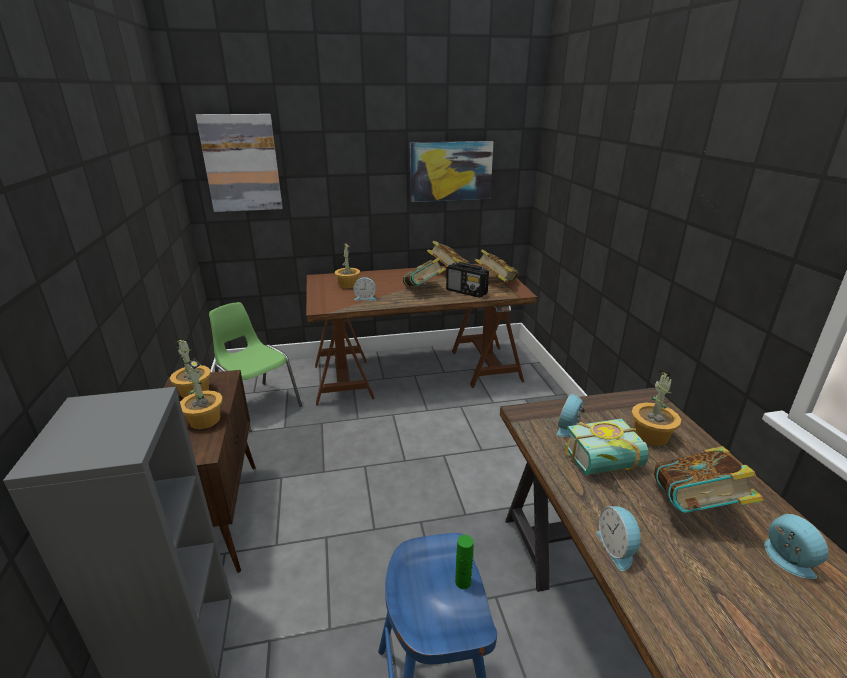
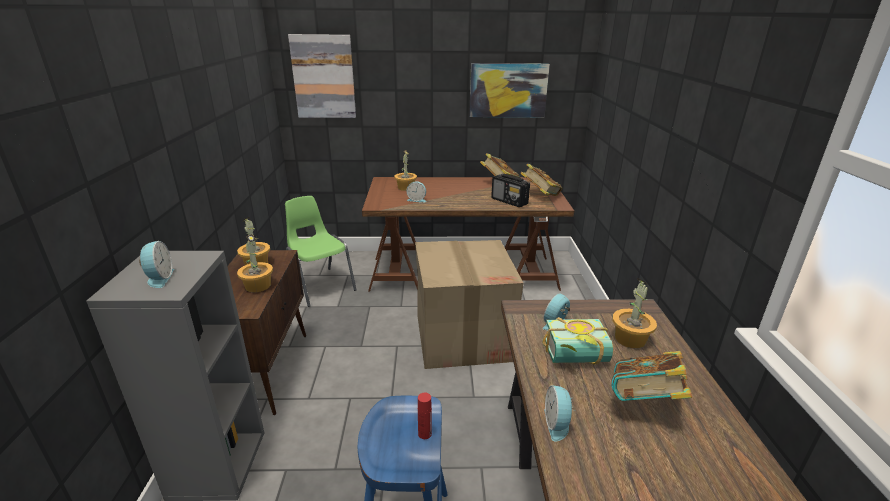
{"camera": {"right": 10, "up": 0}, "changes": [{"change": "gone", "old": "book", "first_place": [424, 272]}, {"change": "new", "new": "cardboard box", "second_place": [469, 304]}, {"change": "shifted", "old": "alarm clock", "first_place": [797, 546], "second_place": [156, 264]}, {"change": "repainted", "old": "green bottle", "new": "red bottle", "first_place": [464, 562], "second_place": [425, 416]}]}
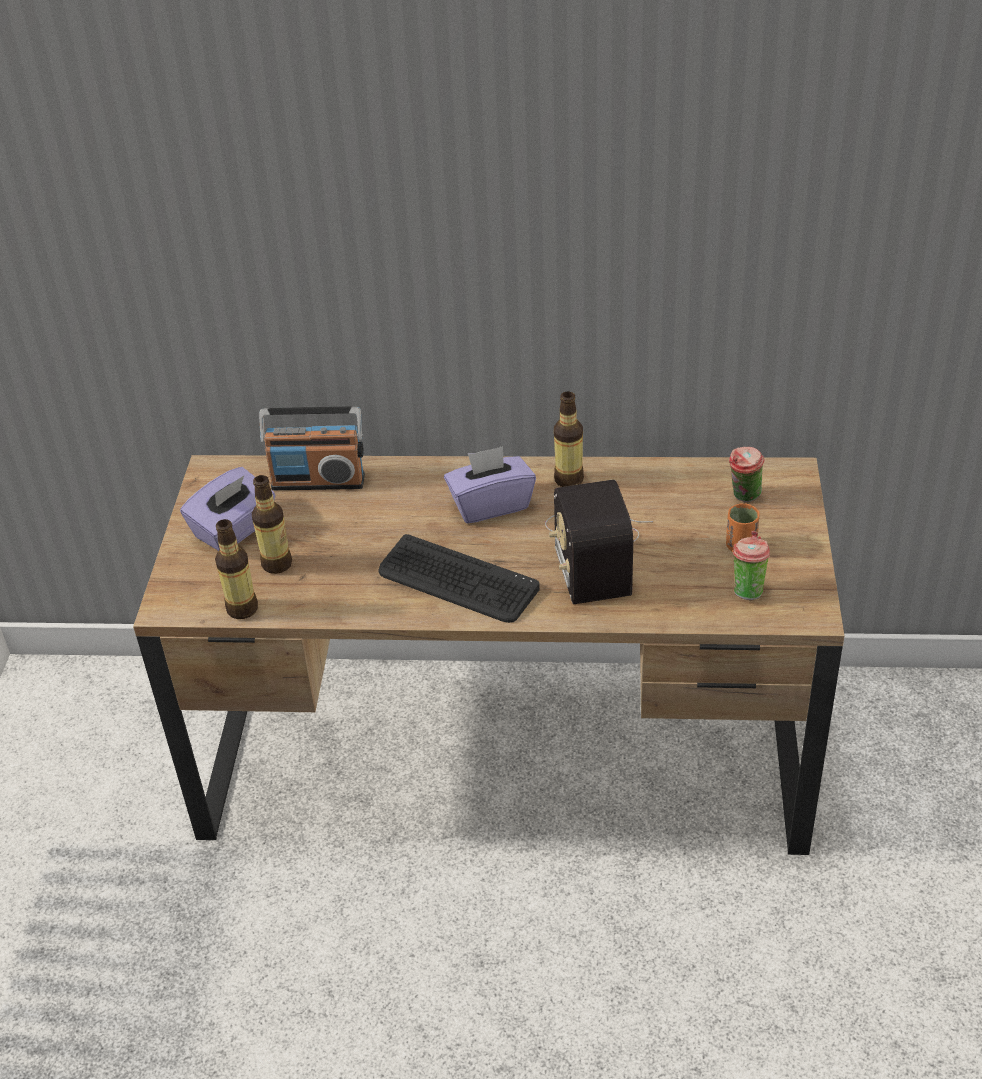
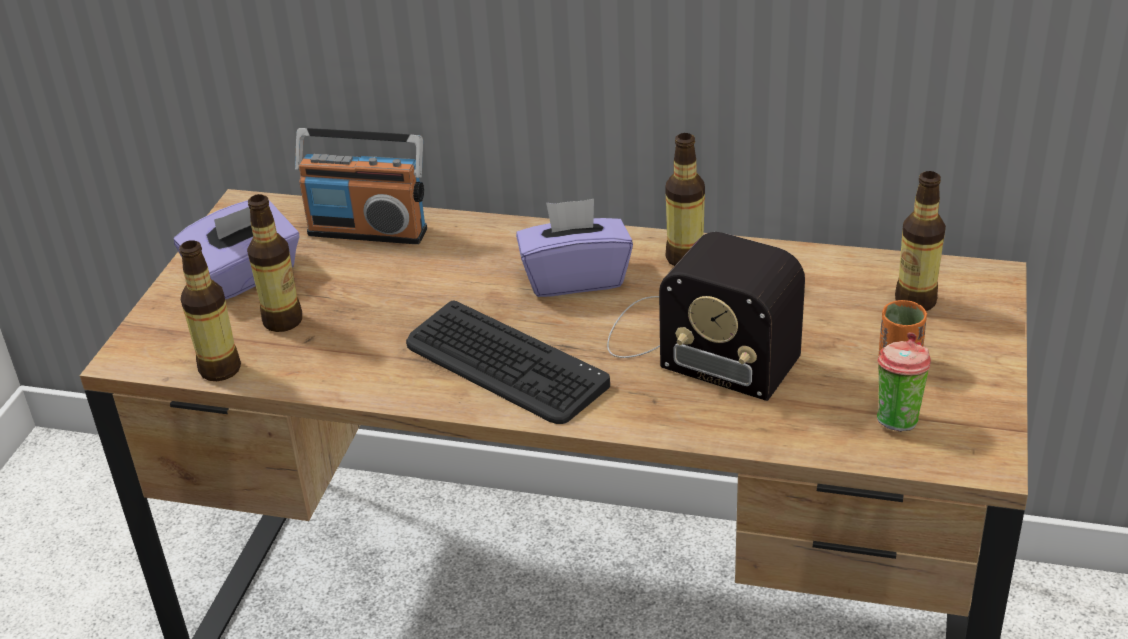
{"camera": {"right": 10, "up": -5}, "changes": [{"change": "swapped", "old": "cup", "new": "bottle", "first_place": [747, 474], "second_place": [920, 241]}, {"change": "rotated", "old": "radio", "first_place": [599, 542], "second_place": [706, 316], "degrees": -60}]}
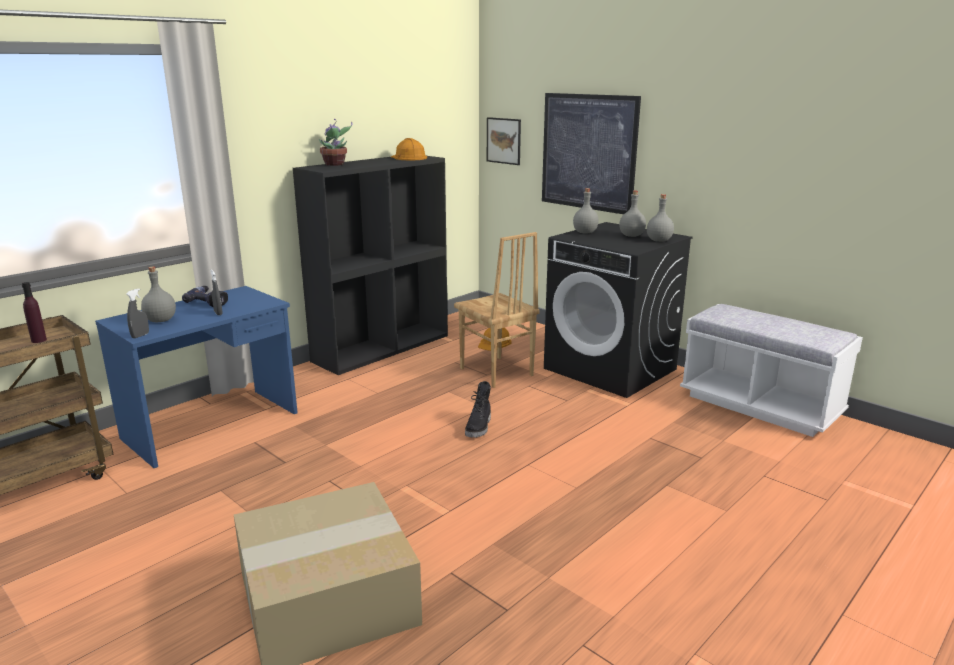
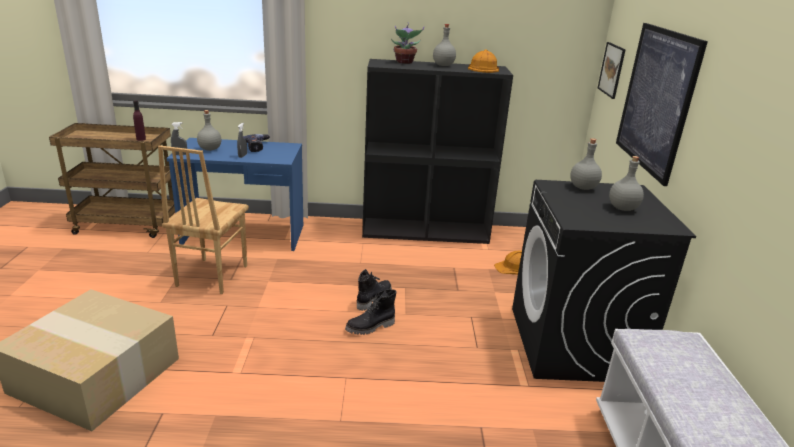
{"camera": {"right": 45, "up": 5}, "changes": [{"change": "new", "new": "black boot", "second_place": [374, 290]}, {"change": "shifted", "old": "brown chair", "first_place": [497, 310], "second_place": [203, 219]}, {"change": "shifted", "old": "grey bottle", "first_place": [660, 218], "second_place": [444, 45]}]}
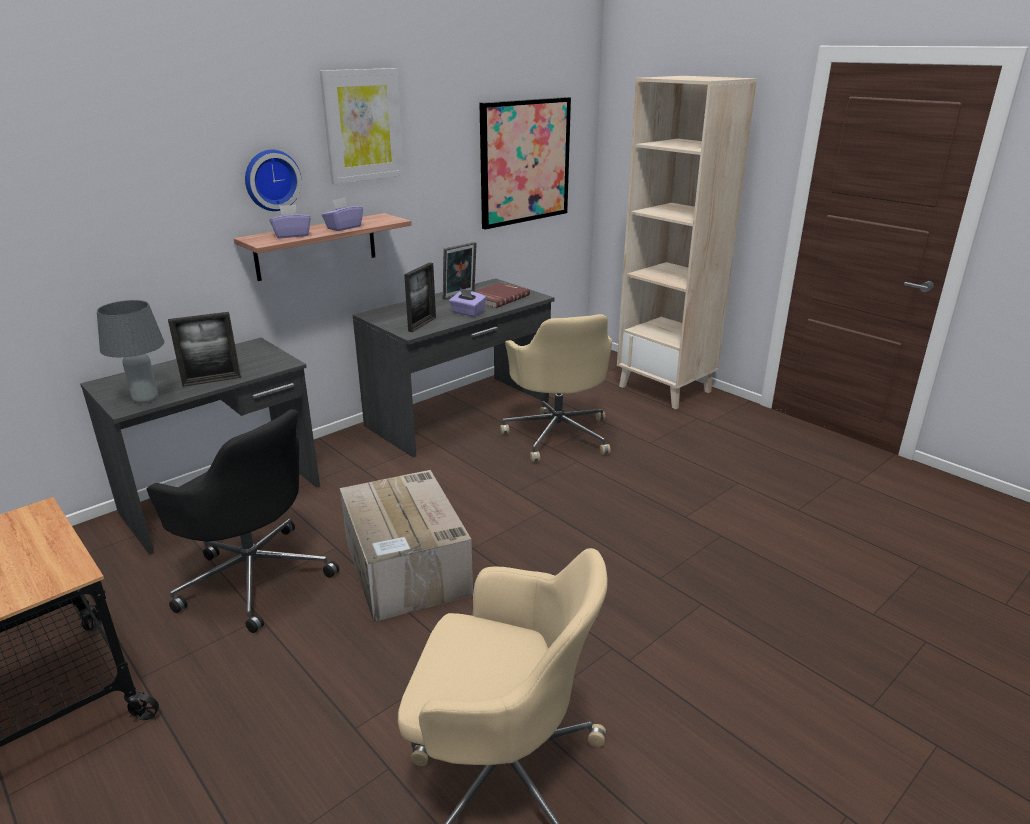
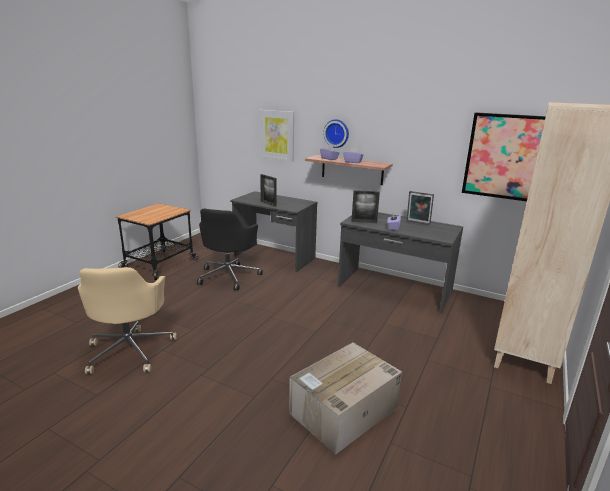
{"camera": {"right": 70, "up": -5}, "changes": [{"change": "gone", "old": "grey table lamp", "first_place": [130, 352]}, {"change": "gone", "old": "red book", "first_place": [502, 295]}, {"change": "gone", "old": "beige office chair", "first_place": [556, 388]}, {"change": "shifted", "old": "picture", "first_place": [362, 126], "second_place": [277, 136]}, {"change": "shifted", "old": "cardboard box", "first_place": [406, 546], "second_place": [345, 398]}]}
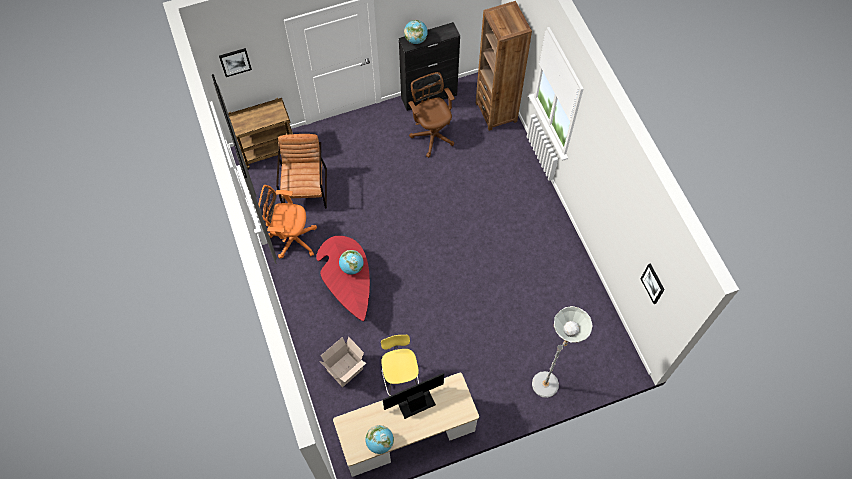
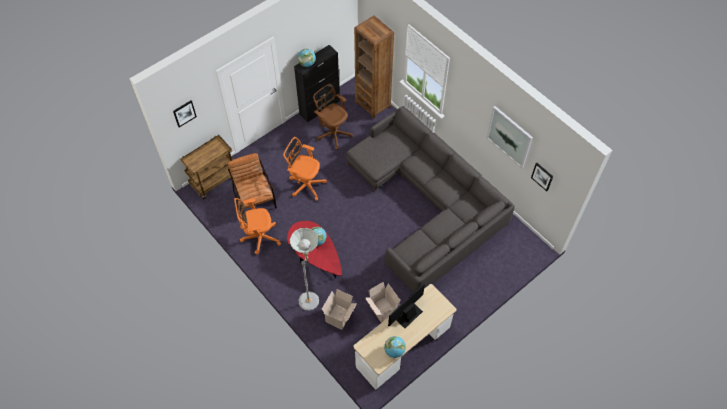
{"camera": {"right": -20, "up": -5}, "changes": [{"change": "new", "new": "orange office chair", "second_place": [305, 169]}, {"change": "new", "new": "grey sofa", "second_place": [430, 199]}, {"change": "new", "new": "picture", "second_place": [509, 137]}, {"change": "shifted", "old": "grey floor lamp", "first_place": [562, 352], "second_place": [304, 269]}, {"change": "swapped", "old": "yellow stool", "new": "cardboard box", "first_place": [400, 365], "second_place": [382, 302]}]}
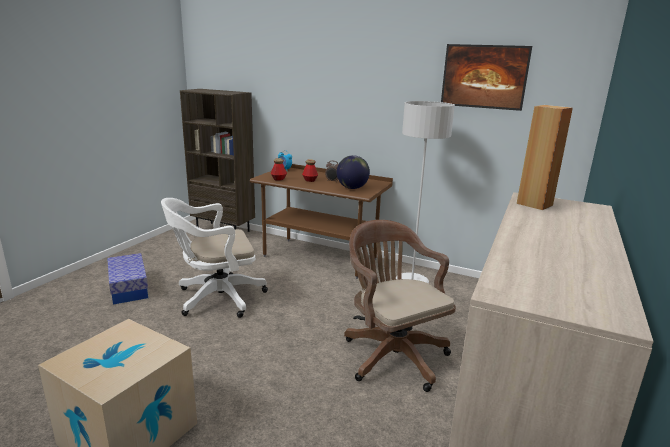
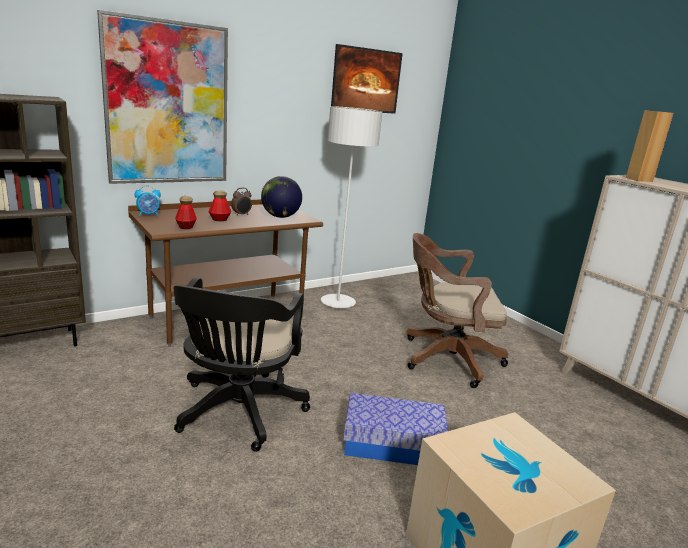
{"camera": {"right": -60, "up": 0}, "changes": [{"change": "new", "new": "picture", "second_place": [162, 97]}, {"change": "shifted", "old": "storage box", "first_place": [127, 278], "second_place": [396, 429]}, {"change": "repainted", "old": "white office chair", "new": "black office chair", "first_place": [214, 258], "second_place": [241, 365]}]}
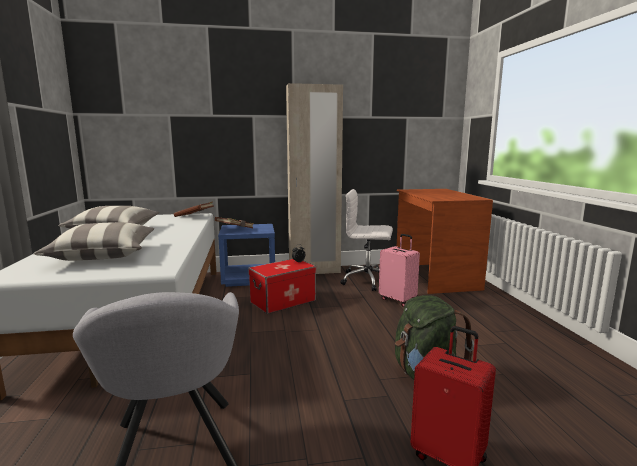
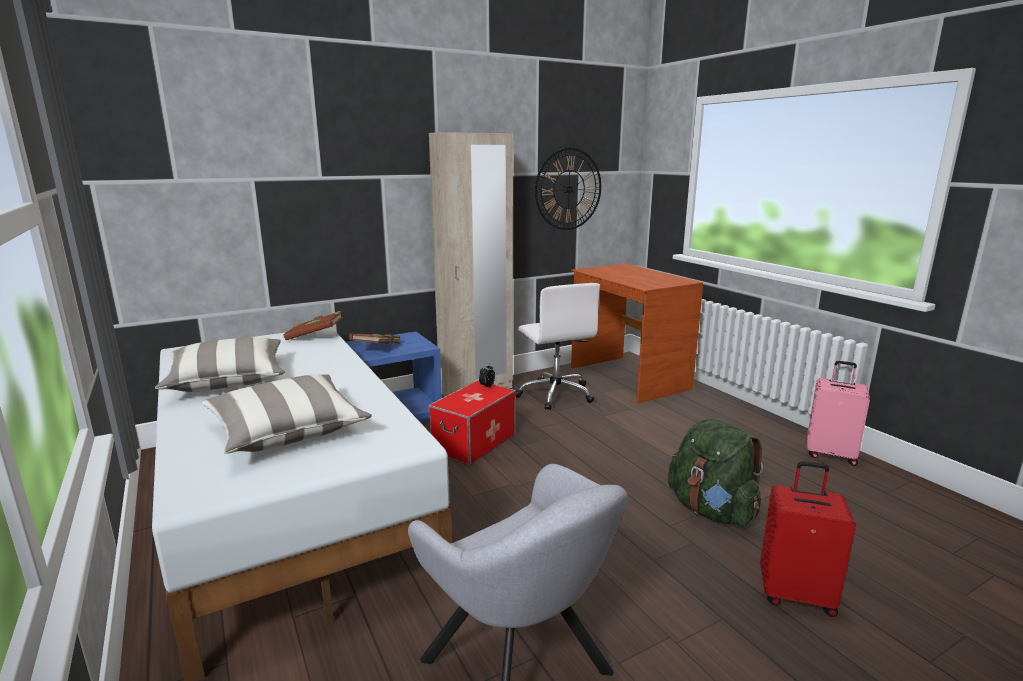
{"camera": {"right": -20, "up": 5}, "changes": [{"change": "new", "new": "wall clock", "second_place": [568, 189]}, {"change": "shifted", "old": "pink suitcase", "first_place": [399, 270], "second_place": [838, 413]}, {"change": "rotated", "old": "white office chair", "first_place": [366, 240], "second_place": [558, 346], "degrees": -105}]}
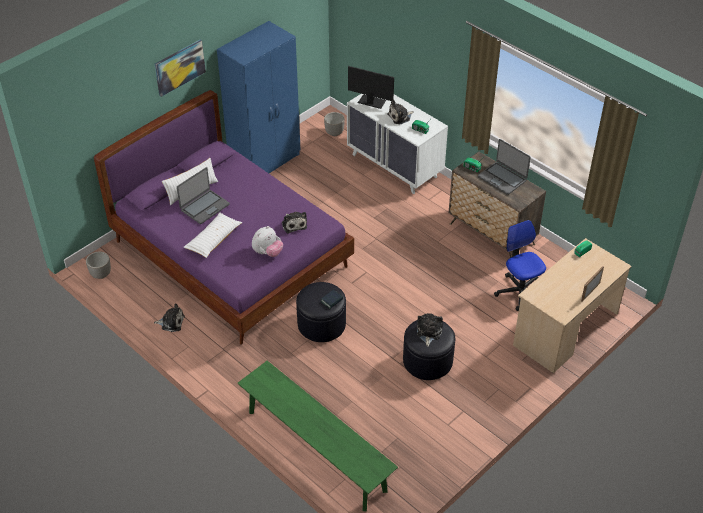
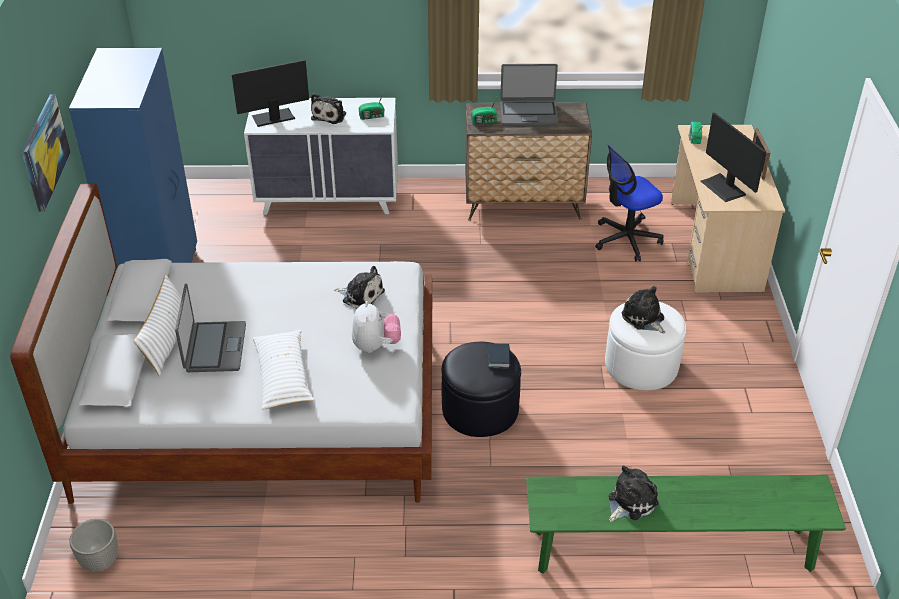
{"camera": {"right": -45, "up": -5}, "changes": [{"change": "gone", "old": "planter", "first_place": [334, 124]}, {"change": "new", "new": "monitor", "second_place": [733, 157]}, {"change": "shifted", "old": "plush toy", "first_place": [169, 317], "second_place": [634, 493]}, {"change": "repainted", "old": "purple bed", "new": "white bed", "first_place": [224, 217], "second_place": [221, 344]}, {"change": "repainted", "old": "black ottoman", "new": "white ottoman", "first_place": [429, 350], "second_place": [645, 346]}, {"change": "rotated", "old": "office chair", "first_place": [520, 265], "second_place": [629, 203], "degrees": -45}]}
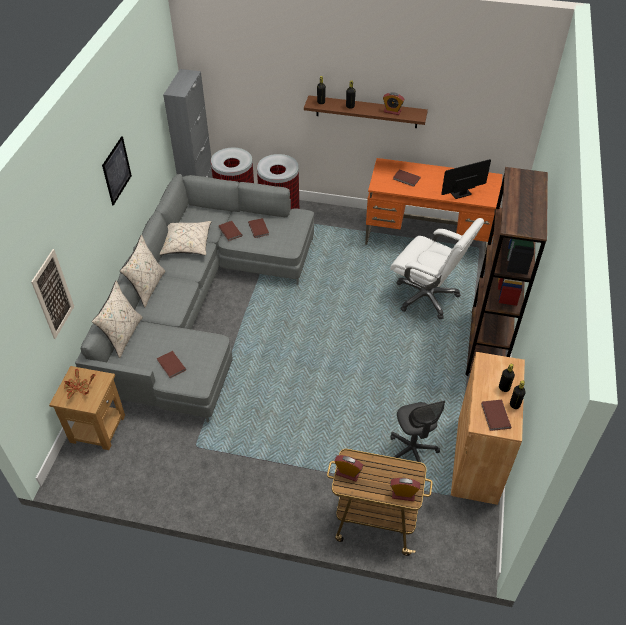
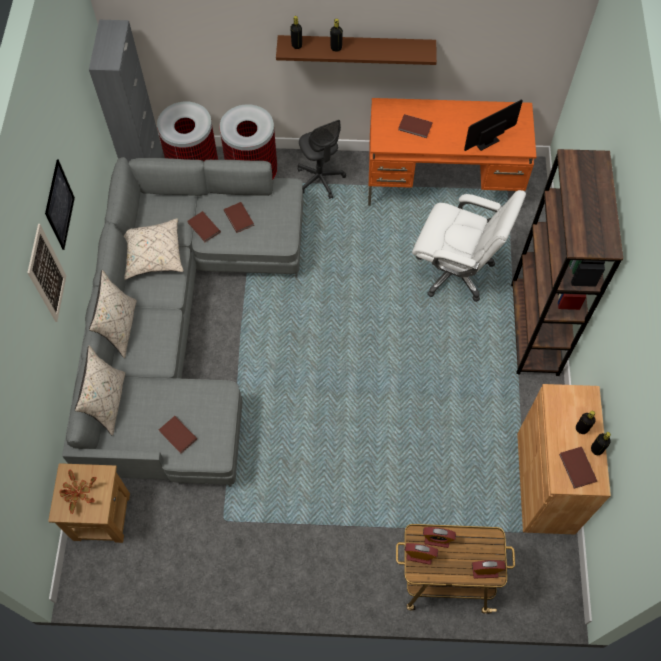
{"camera": {"right": -10, "up": 15}, "changes": [{"change": "shifted", "old": "picture", "first_place": [52, 294], "second_place": [46, 273]}, {"change": "shifted", "old": "alarm clock", "first_place": [393, 103], "second_place": [439, 537]}, {"change": "shifted", "old": "grey office chair", "first_place": [417, 436], "second_place": [322, 159]}]}
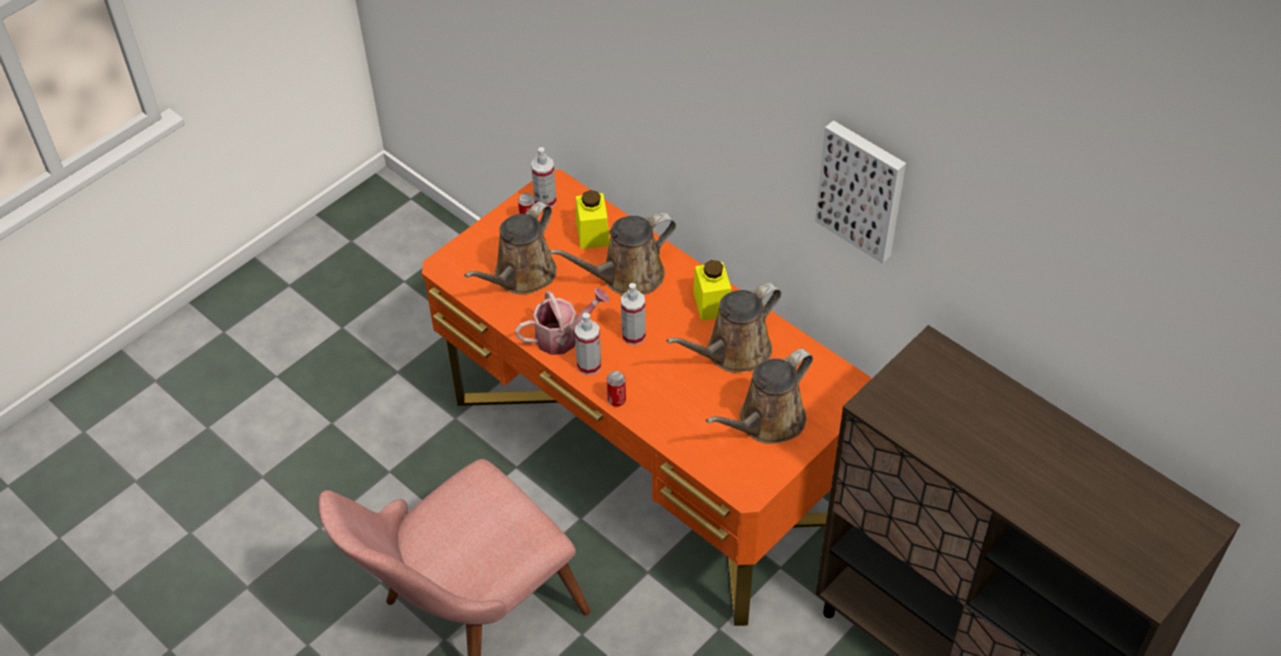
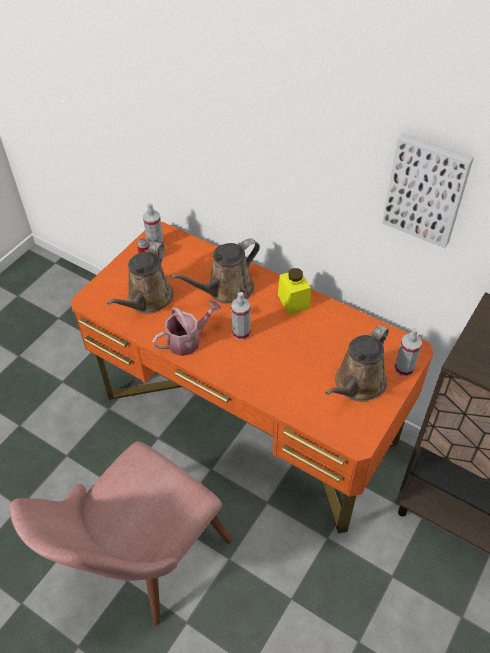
{"camera": {"right": -10, "up": 0}, "changes": [{"change": "gone", "old": "yellow jar", "first_place": [593, 219]}, {"change": "gone", "old": "can", "first_place": [616, 389]}, {"change": "gone", "old": "brown watering can", "first_place": [724, 328]}, {"change": "shifted", "old": "spray bottle", "first_place": [588, 344], "second_place": [408, 352]}]}
